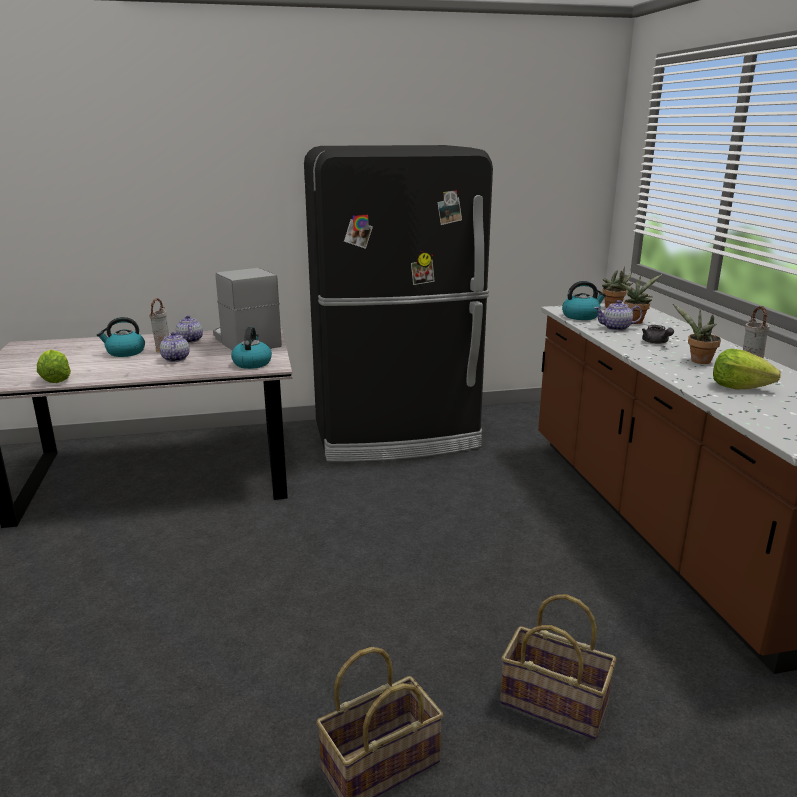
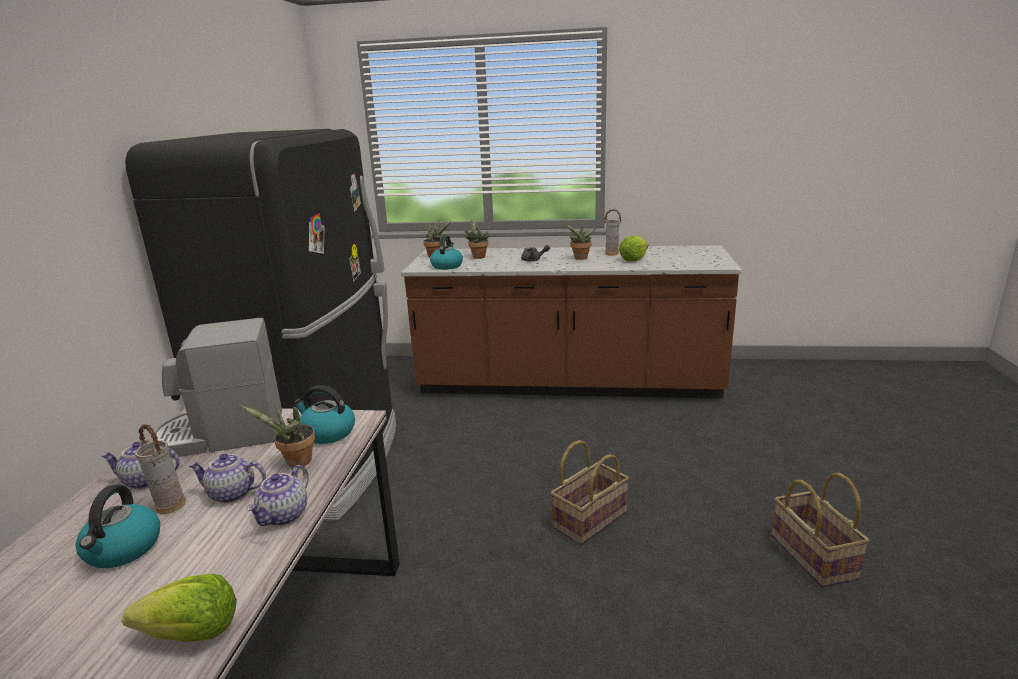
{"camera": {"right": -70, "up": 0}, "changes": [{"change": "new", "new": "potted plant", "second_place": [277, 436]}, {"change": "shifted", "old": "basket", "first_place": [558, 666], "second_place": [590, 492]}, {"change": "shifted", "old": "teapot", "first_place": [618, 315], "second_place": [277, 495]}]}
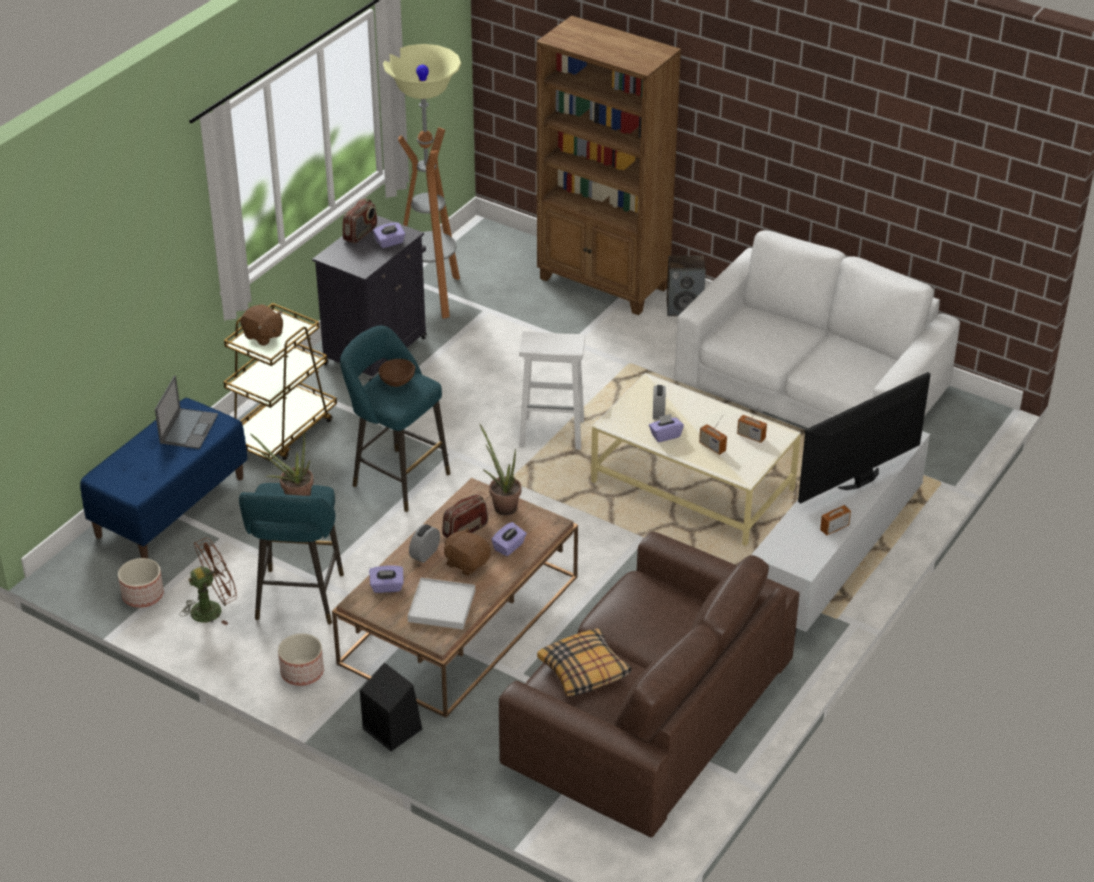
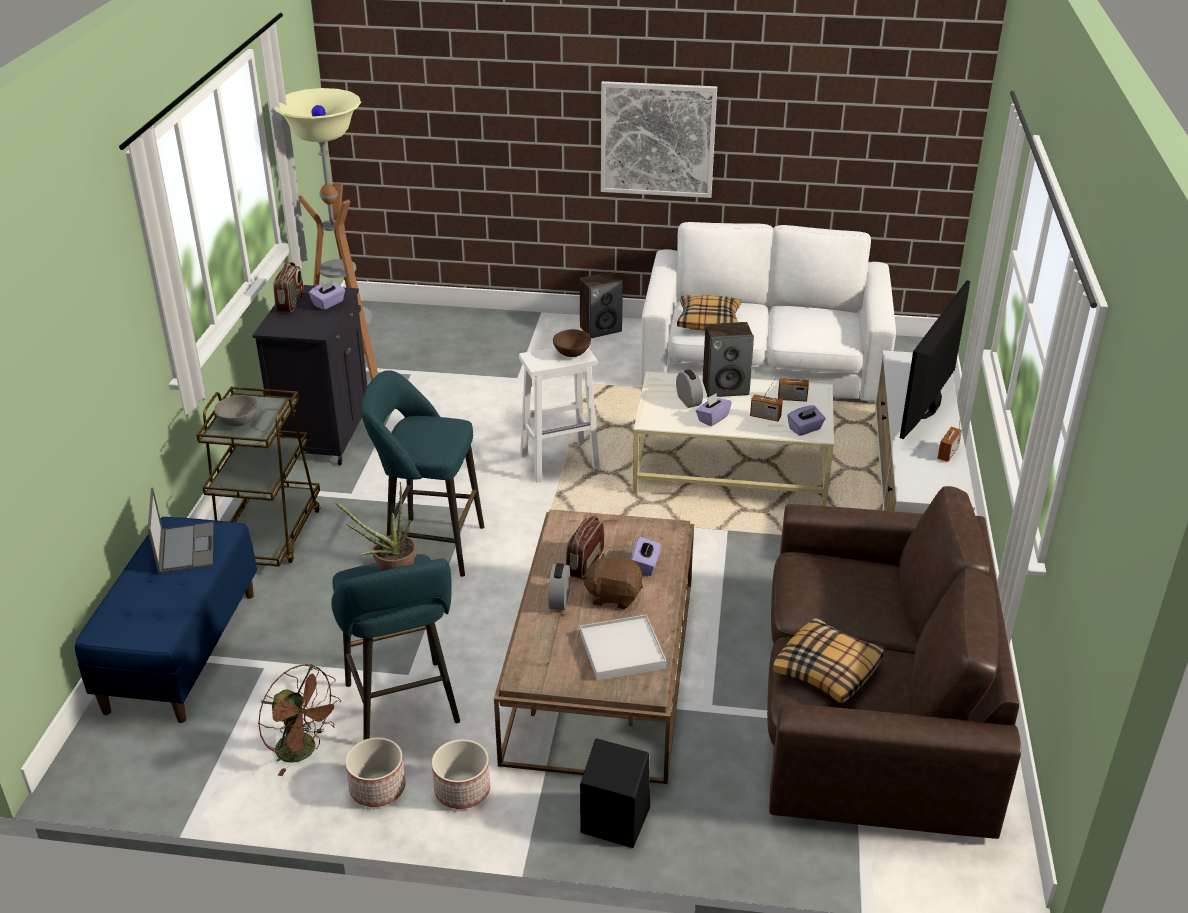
{"camera": {"right": -25, "up": -5}, "changes": [{"change": "gone", "old": "potted plant", "first_place": [501, 469]}, {"change": "gone", "old": "brown bookcase", "first_place": [608, 165]}, {"change": "new", "new": "picture", "second_place": [659, 139]}, {"change": "new", "new": "pillow", "second_place": [709, 313]}, {"change": "new", "new": "speaker", "second_place": [728, 359]}, {"change": "shifted", "old": "planter", "first_place": [141, 583], "second_place": [375, 772]}, {"change": "shifted", "old": "purple tissue box", "first_place": [386, 579], "second_place": [806, 421]}, {"change": "shifted", "old": "brown bowl", "first_place": [397, 373], "second_place": [572, 343]}, {"change": "swapped", "old": "brown plush toy", "new": "grey bowl", "first_place": [261, 325], "second_place": [236, 410]}, {"change": "rotated", "old": "brown fan", "first_place": [208, 581], "second_place": [299, 720], "degrees": 90}]}
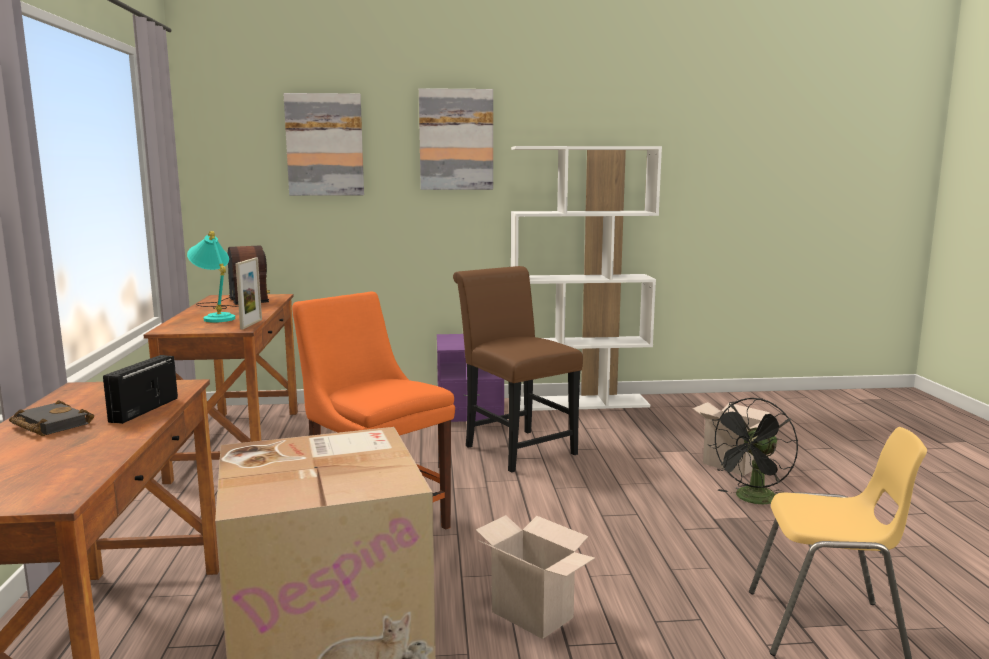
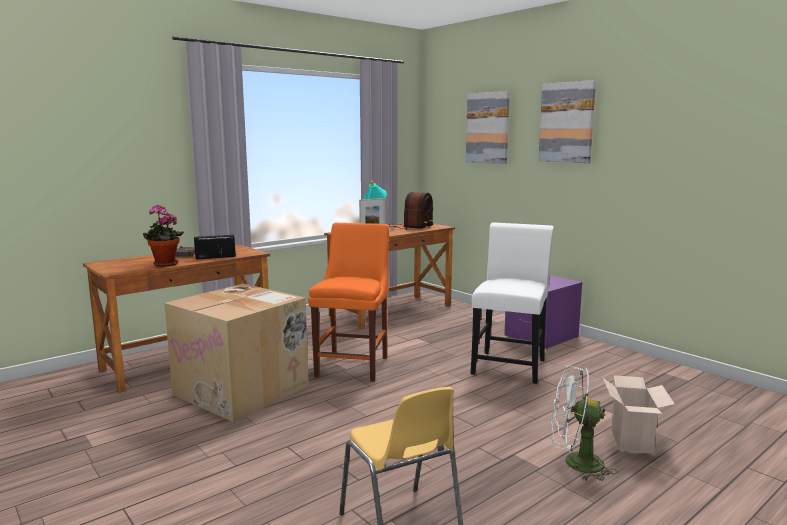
{"camera": {"right": 55, "up": 0}, "changes": [{"change": "gone", "old": "cardboard box", "first_place": [535, 577]}, {"change": "gone", "old": "white bookcase", "first_place": [586, 278]}, {"change": "new", "new": "potted plant", "second_place": [163, 235]}, {"change": "repainted", "old": "brown chair", "new": "white chair", "first_place": [518, 369], "second_place": [512, 303]}, {"change": "repainted", "old": "black fan", "new": "white fan", "first_place": [752, 451], "second_place": [584, 423]}]}
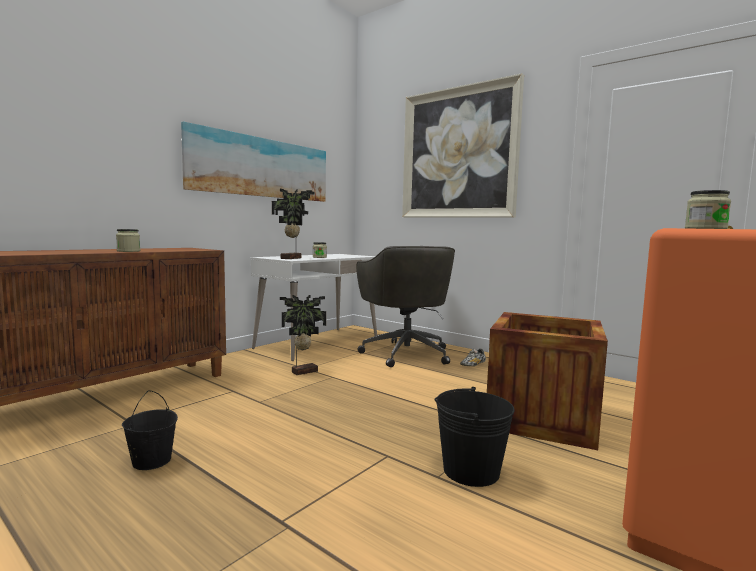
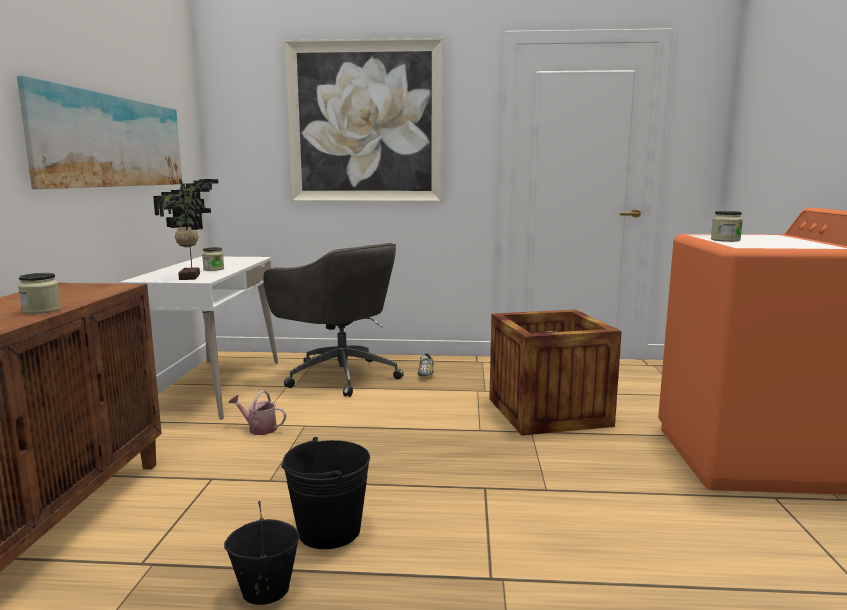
{"camera": {"right": -35, "up": 5}, "changes": [{"change": "shifted", "old": "black bucket", "first_place": [474, 437], "second_place": [325, 493]}, {"change": "swapped", "old": "potted plant", "new": "watering can", "first_place": [303, 334], "second_place": [257, 412]}]}
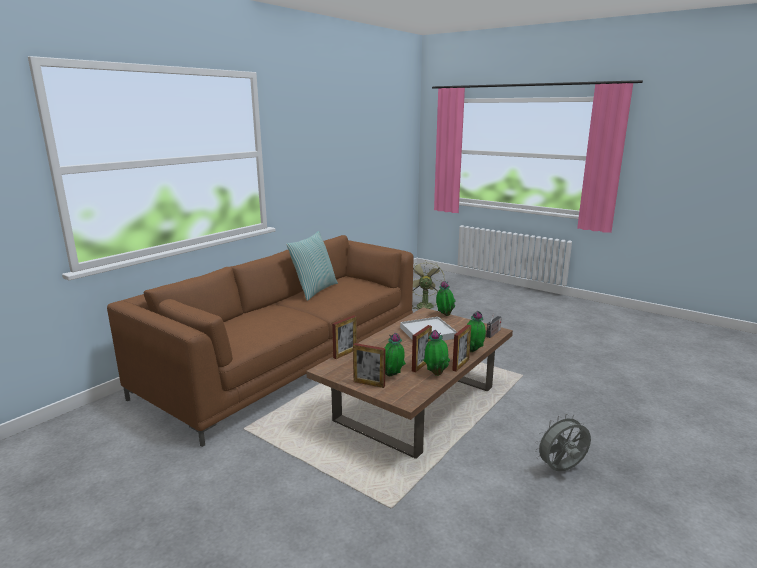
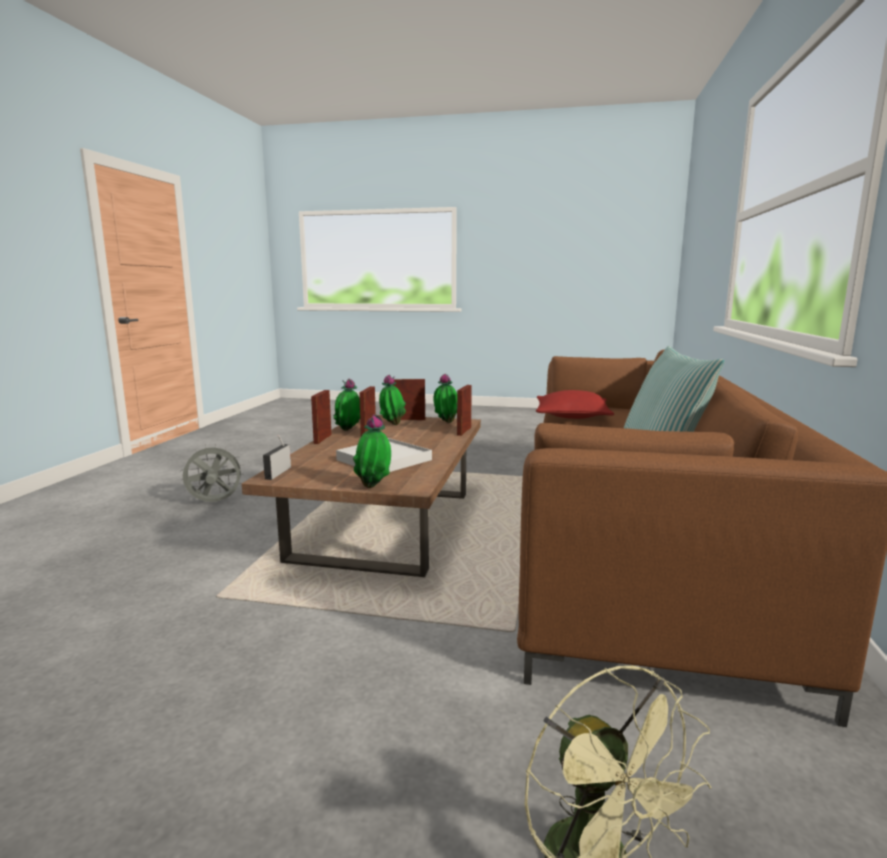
{"camera": {"right": 155, "up": -5}, "changes": [{"change": "new", "new": "red pillow", "second_place": [575, 404]}, {"change": "shifted", "old": "potted plant", "first_place": [477, 331], "second_place": [445, 398]}, {"change": "rotated", "old": "grey fan", "first_place": [562, 442], "second_place": [212, 472], "degrees": -150}]}
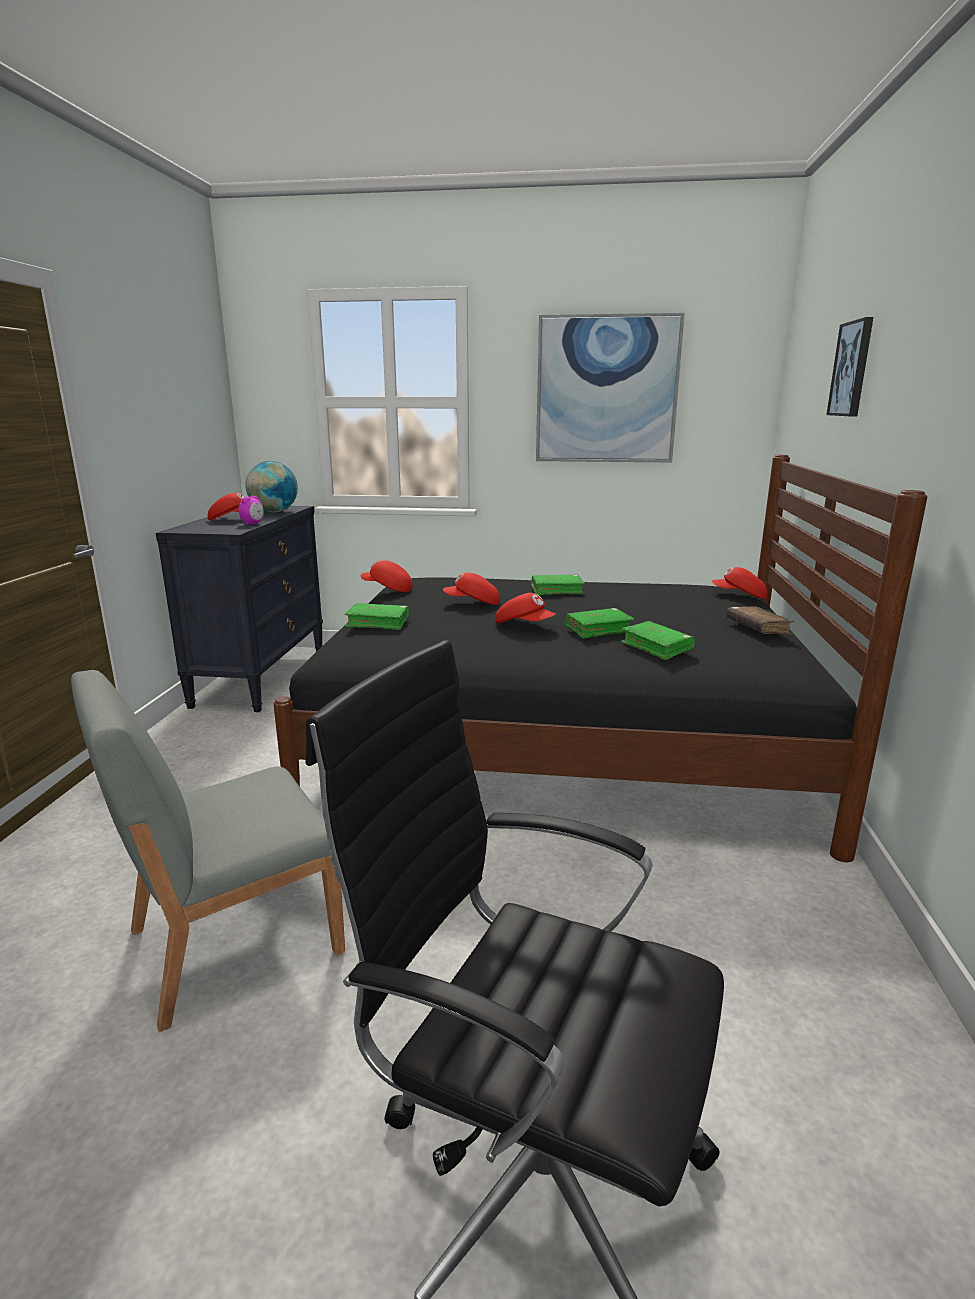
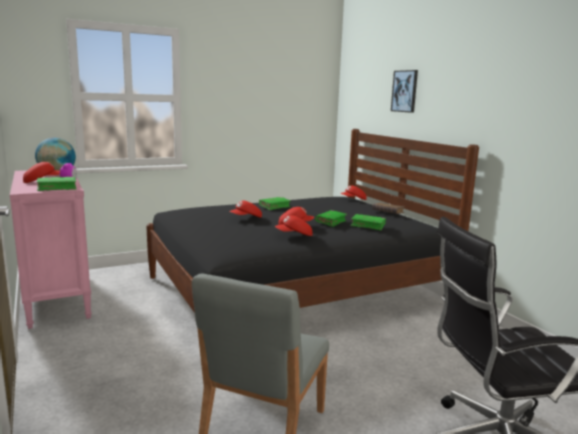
{"camera": {"right": -35, "up": -5}, "changes": [{"change": "gone", "old": "picture", "first_place": [610, 387]}, {"change": "shifted", "old": "green book", "first_place": [377, 616], "second_place": [56, 184]}, {"change": "shifted", "old": "red cap", "first_place": [386, 576], "second_place": [294, 225]}, {"change": "repainted", "old": "black dresser", "new": "pink dresser", "first_place": [239, 609], "second_place": [51, 249]}]}
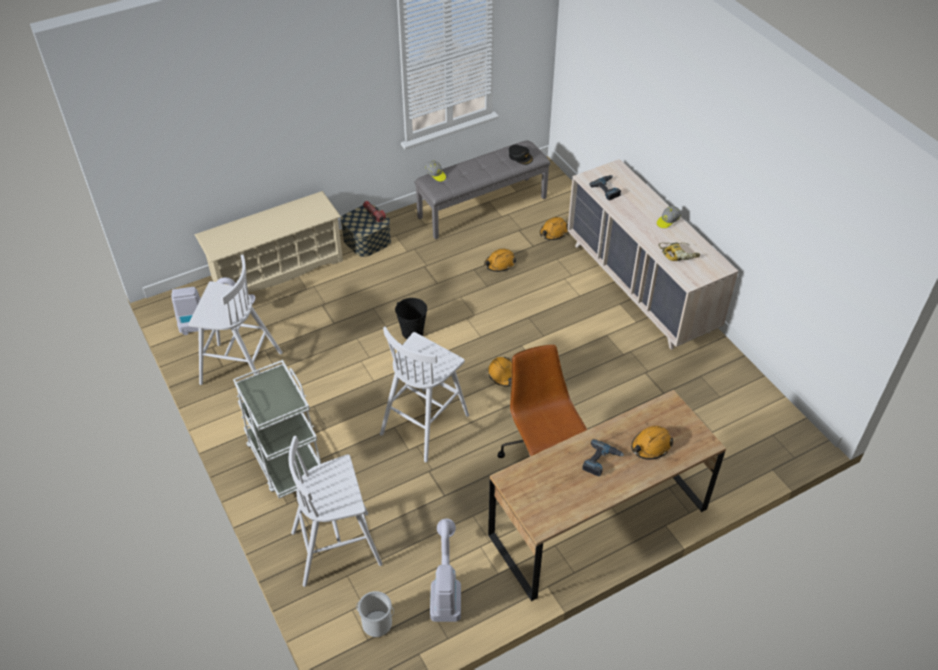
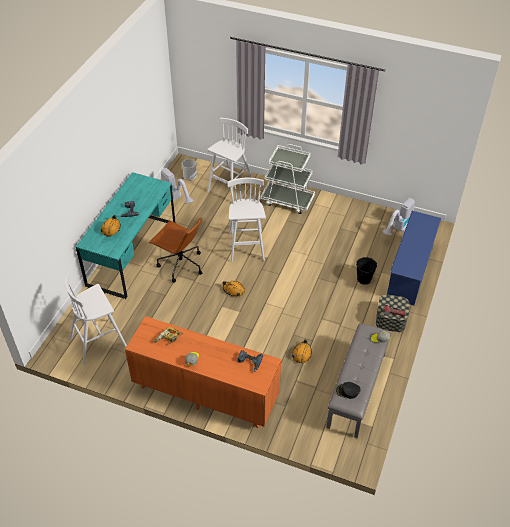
{"camera": {"right": 140, "up": 0}, "changes": [{"change": "gone", "old": "orange hard hat", "first_place": [554, 228]}, {"change": "shifted", "old": "white stool", "first_place": [236, 320], "second_place": [96, 320]}, {"change": "shifted", "old": "black bucket", "first_place": [411, 318], "second_place": [366, 270]}, {"change": "repainted", "old": "beige shoe rack", "new": "blue shoe rack", "first_place": [269, 241], "second_place": [414, 258]}, {"change": "repainted", "old": "brown desk", "new": "turquoise desk", "first_place": [607, 495], "second_place": [126, 235]}, {"change": "repainted", "old": "beige dresser", "new": "orange dresser", "first_place": [653, 254], "second_place": [203, 372]}]}
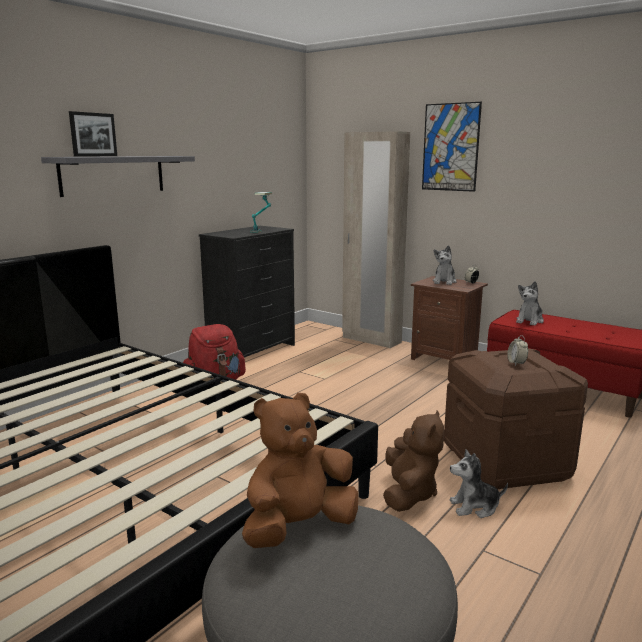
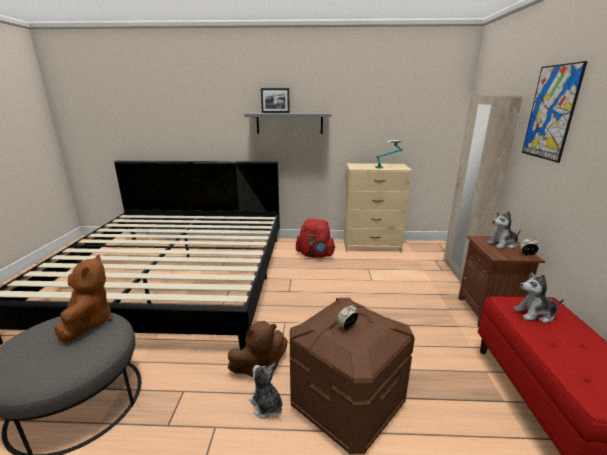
{"camera": {"right": 55, "up": 5}, "changes": [{"change": "repainted", "old": "black dresser", "new": "beige dresser", "first_place": [247, 292], "second_place": [378, 208]}, {"change": "rotated", "old": "brown plush toy", "first_place": [300, 470], "second_place": [84, 298], "degrees": 60}]}
